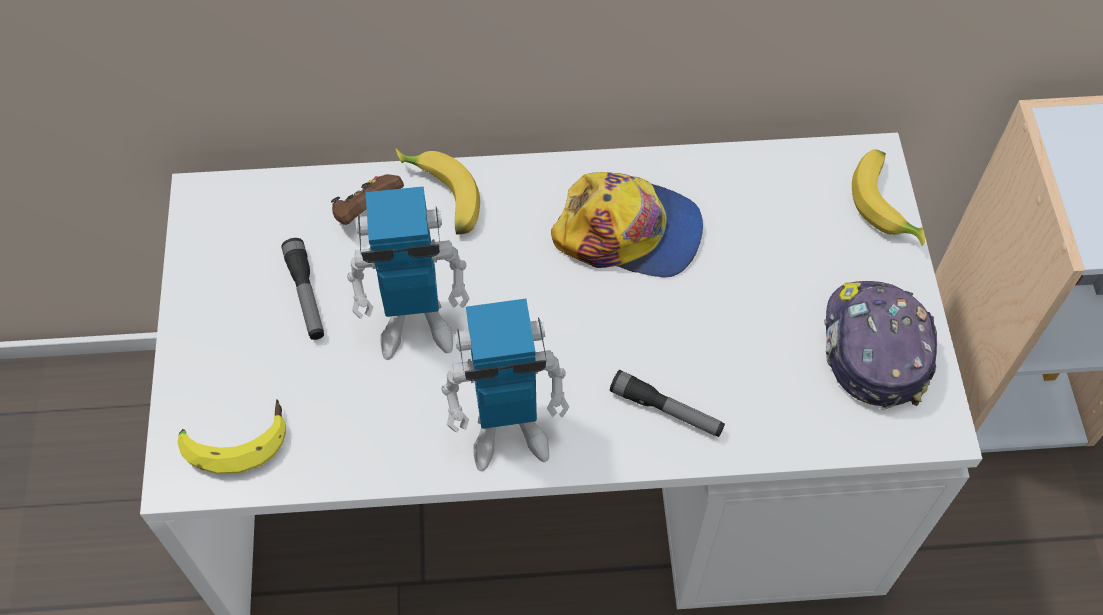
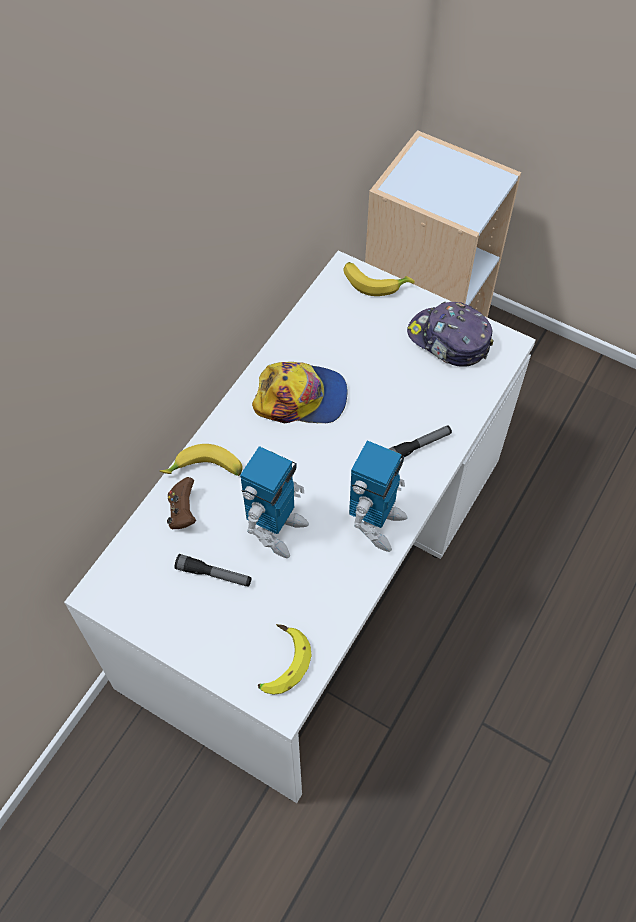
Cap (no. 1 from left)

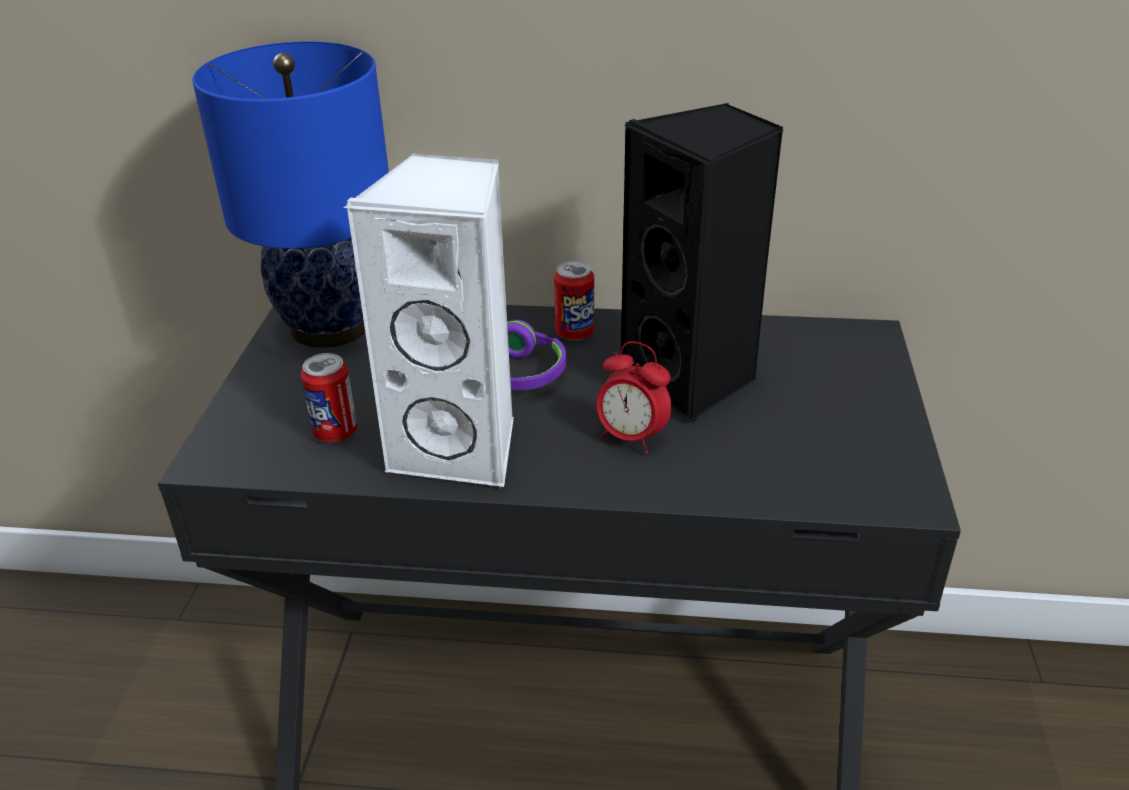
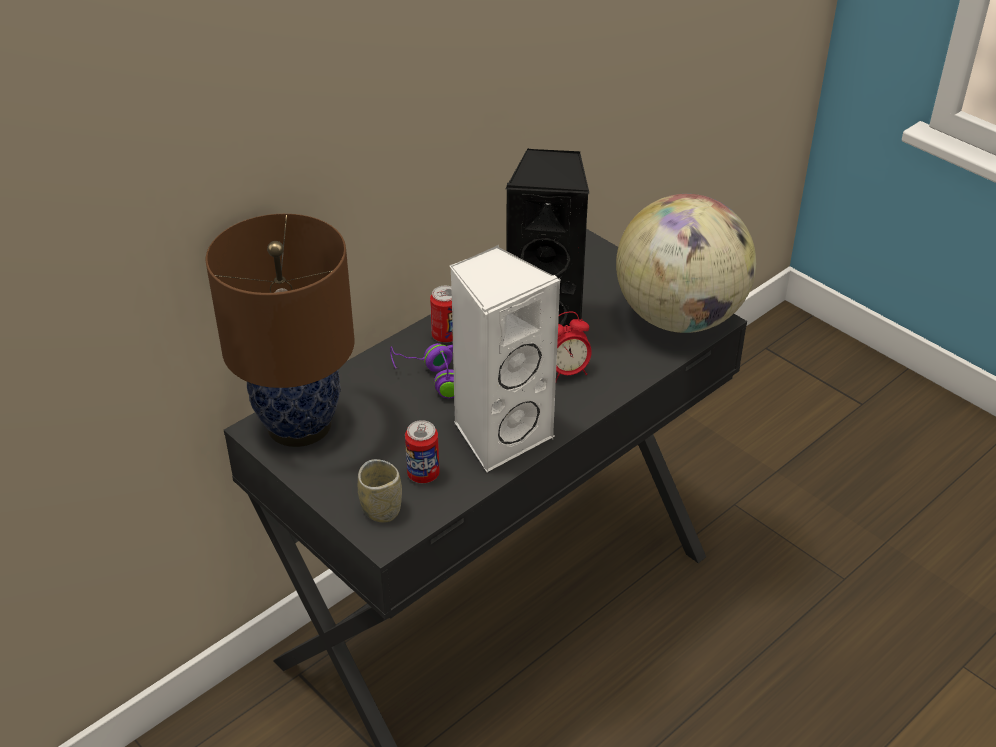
BrownTableLamp; Cup; Globe

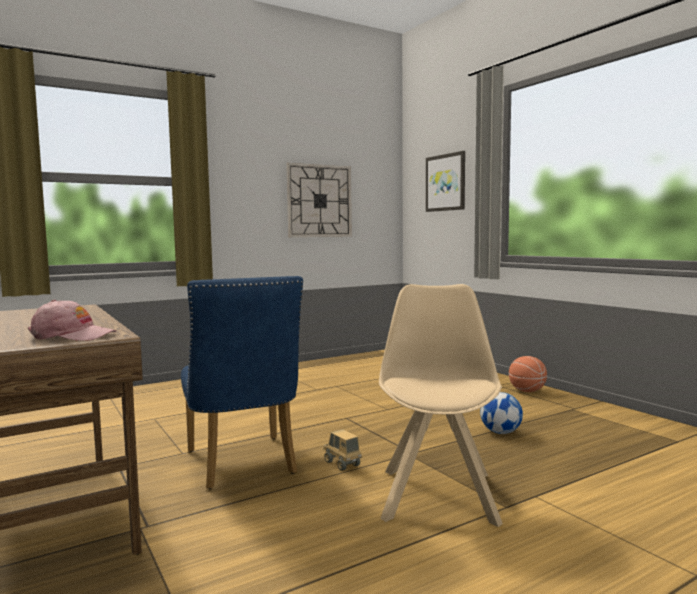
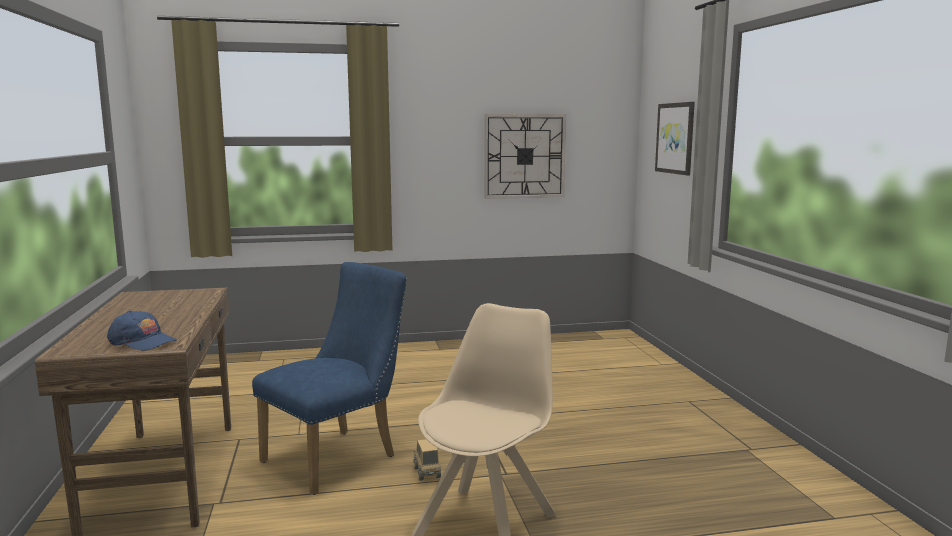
BlueCap; BlueChair; Football; Basketball

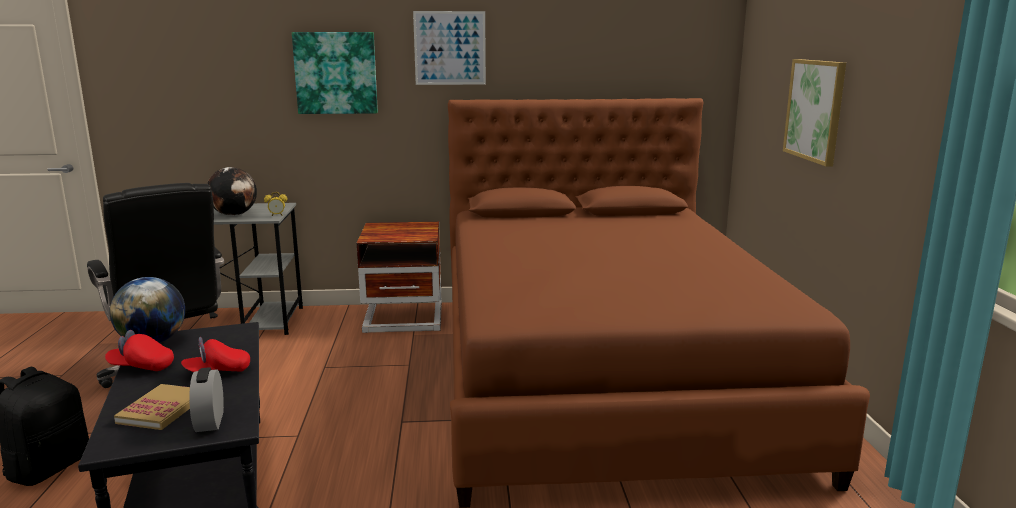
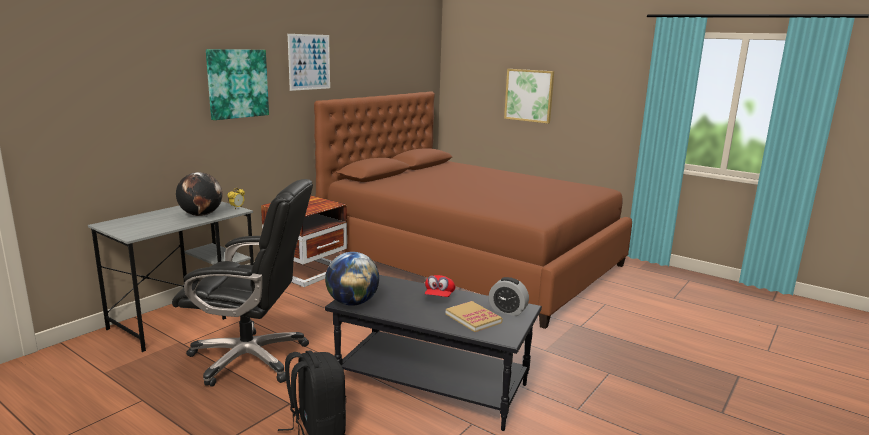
RedCap (no. 1 from left in the first image)

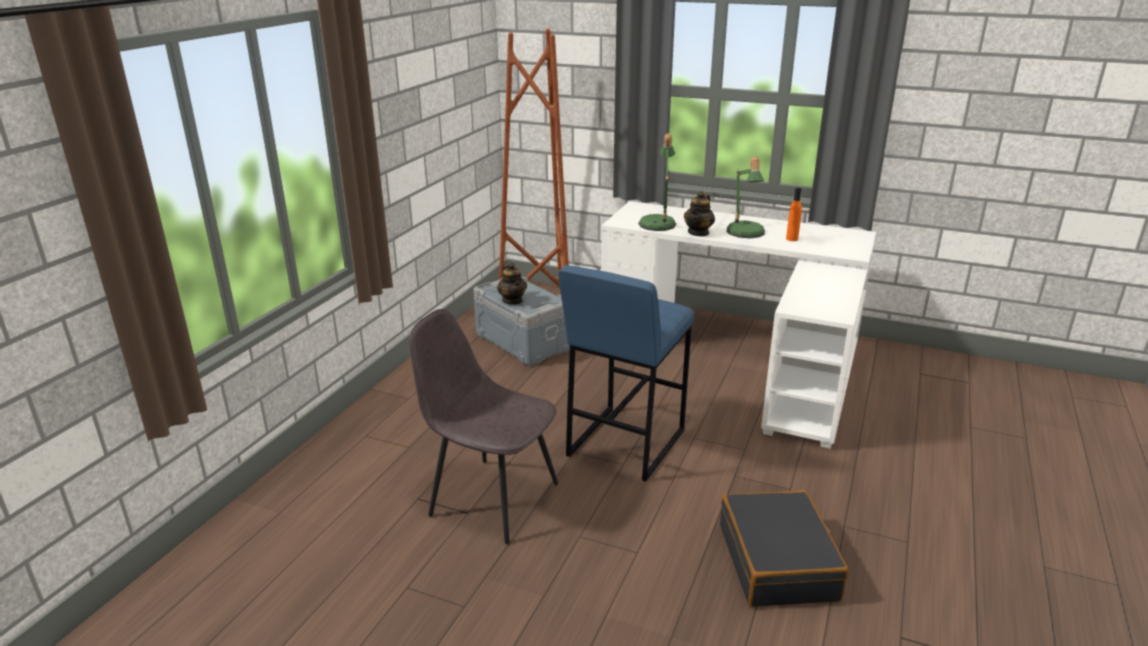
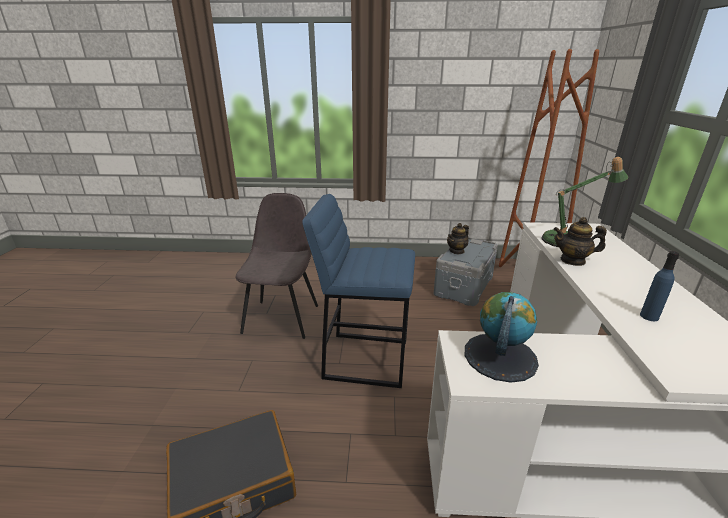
TableLamp (no. 2 from left in the first image); BlueBottle; Globe

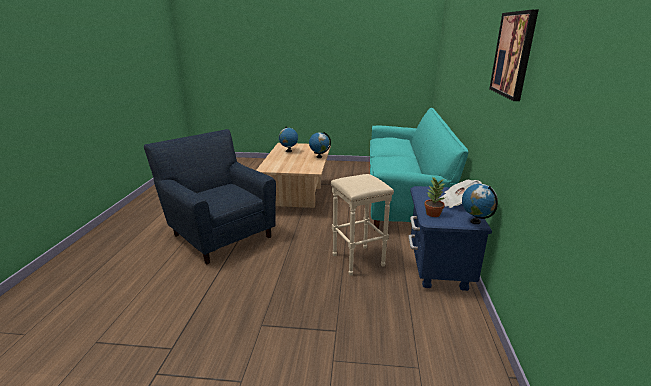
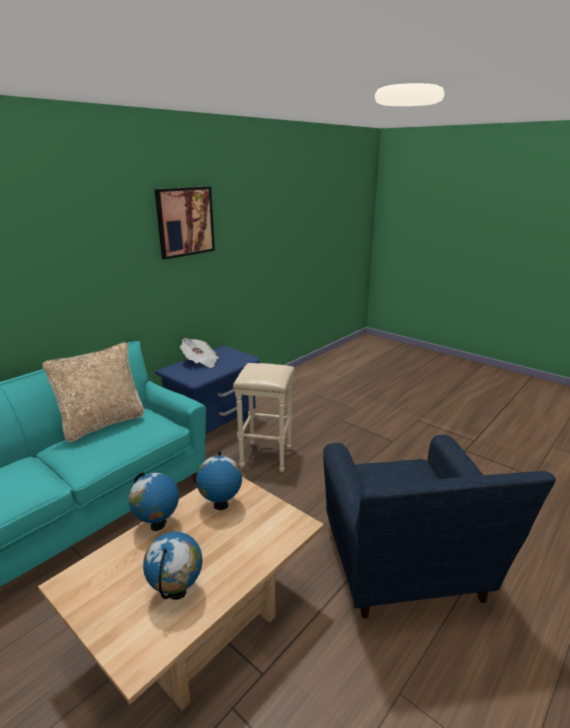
PottedPlant; Globe (no. 3 from left); BeigePillow

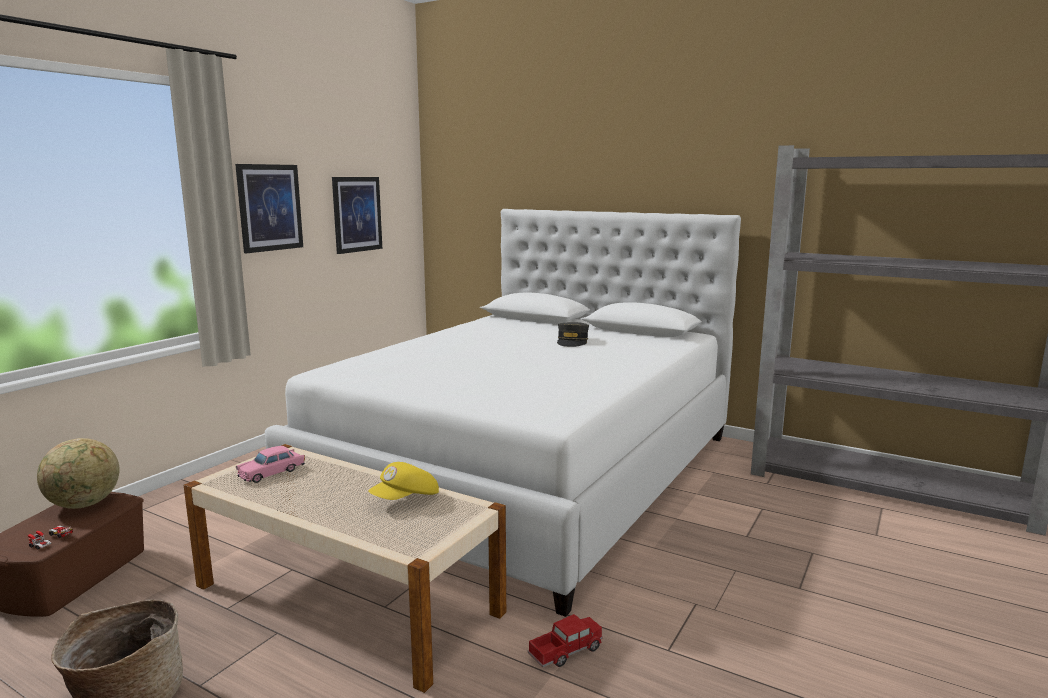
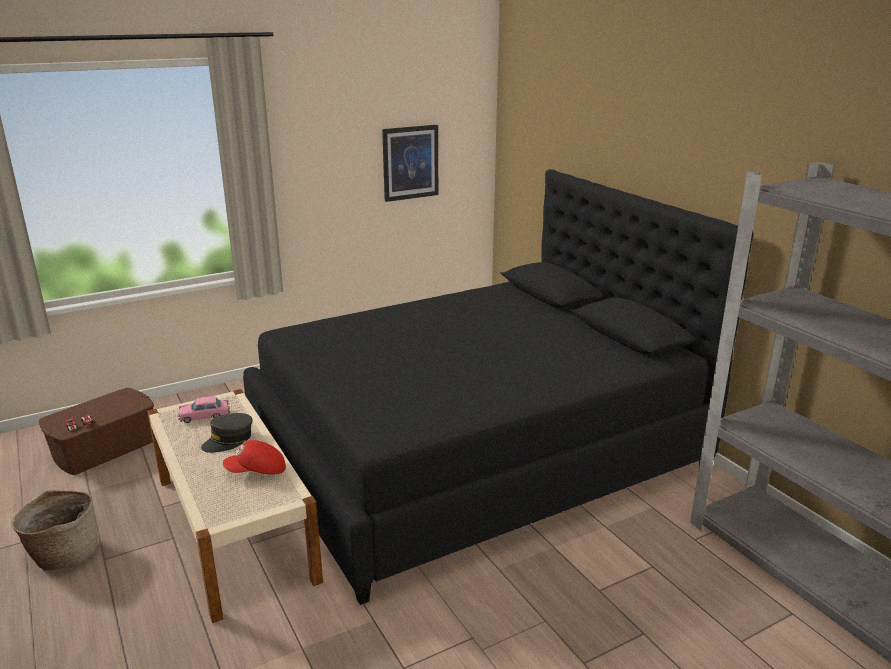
Globe; Picture (no. 1 from left in the first image); BlackBed; RedCap; ToyTruck; GreyCap

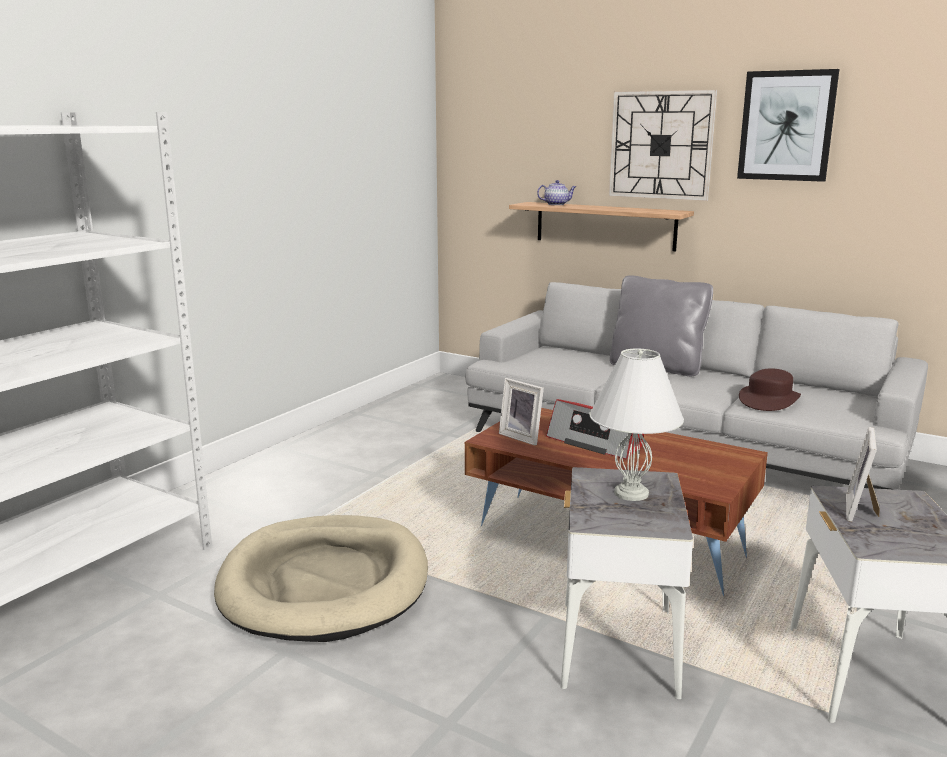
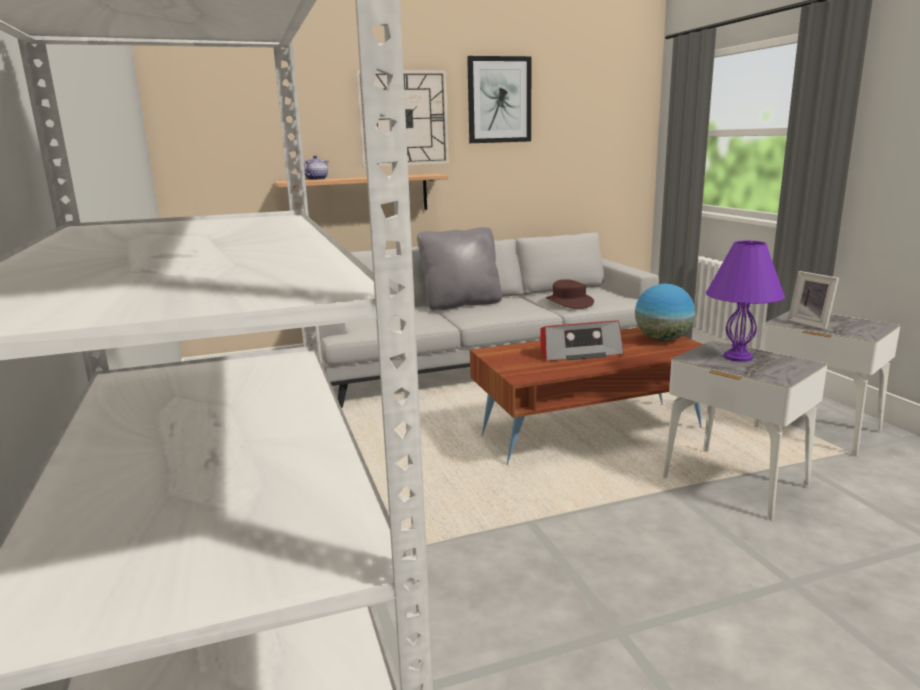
BeigeDogBed; PictureFrame (no. 1 from left in the first image); PurpleTableLamp; Globe

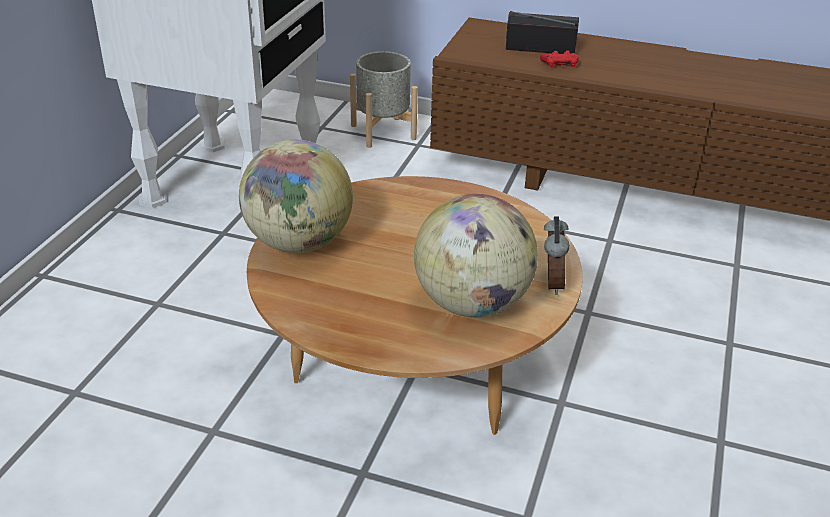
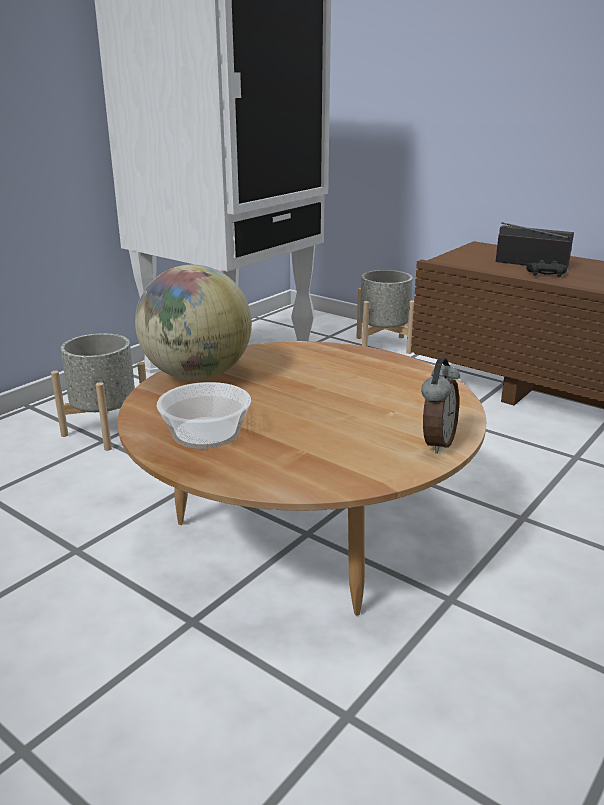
Globe (no. 2 from left in the first image); BlackGameController; GreyPlanter (no. 1 from left); Bowl

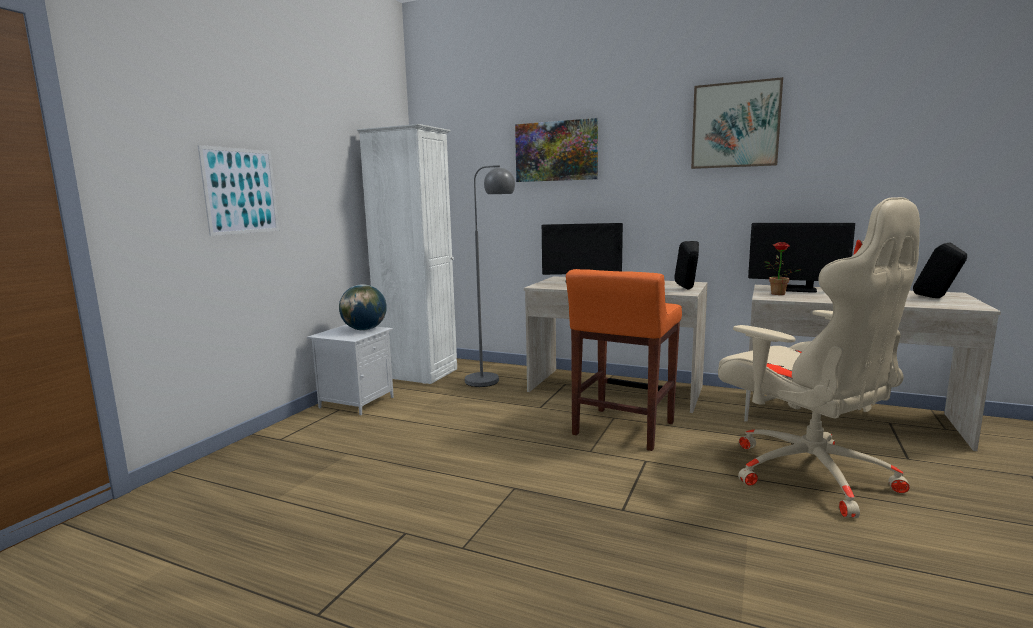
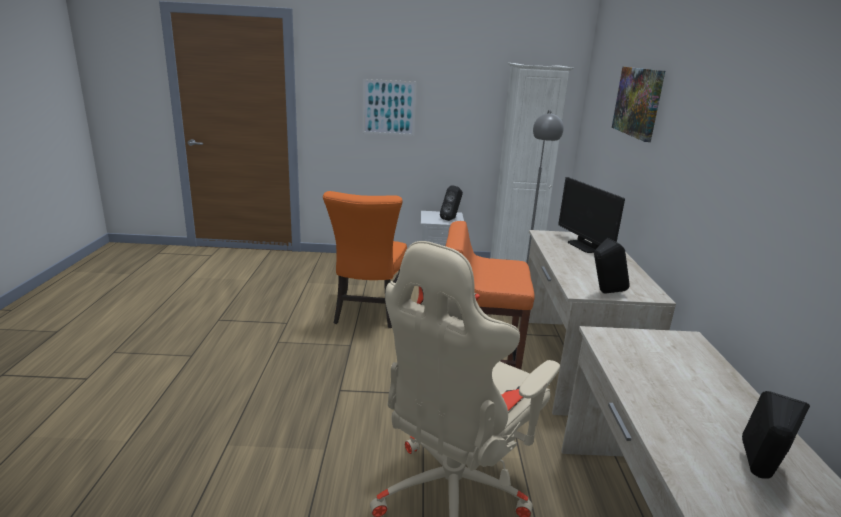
BlackSpeaker (no. 1 from left); Picture (no. 3 from left in the first image); Monitor (no. 2 from left in the first image); PottedPlant; OrangeChair

